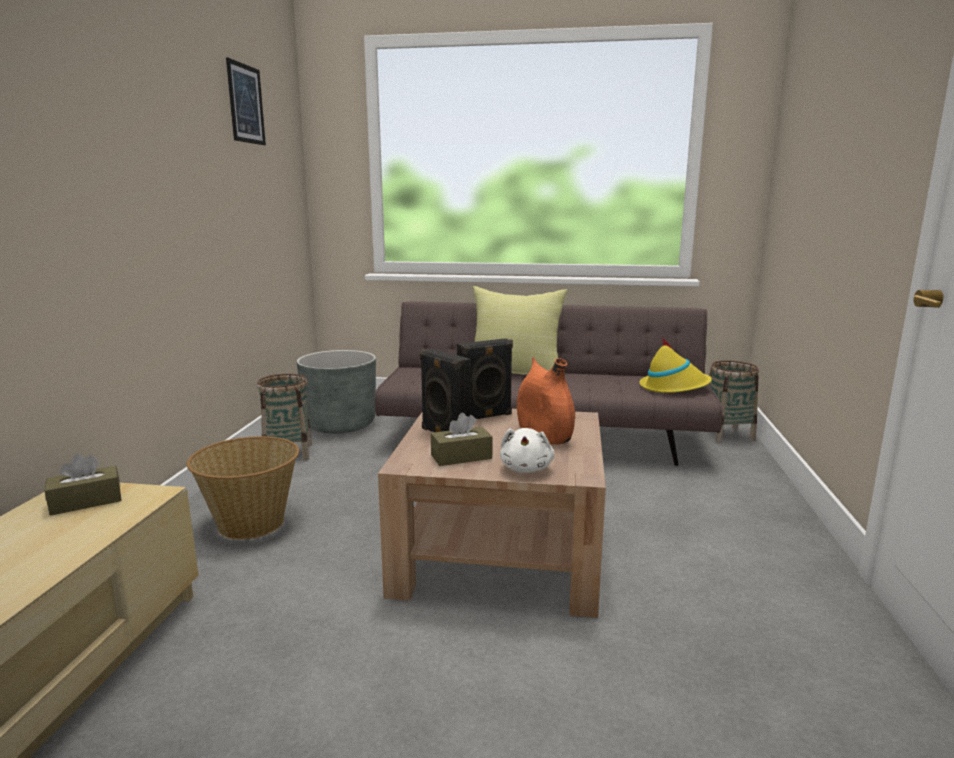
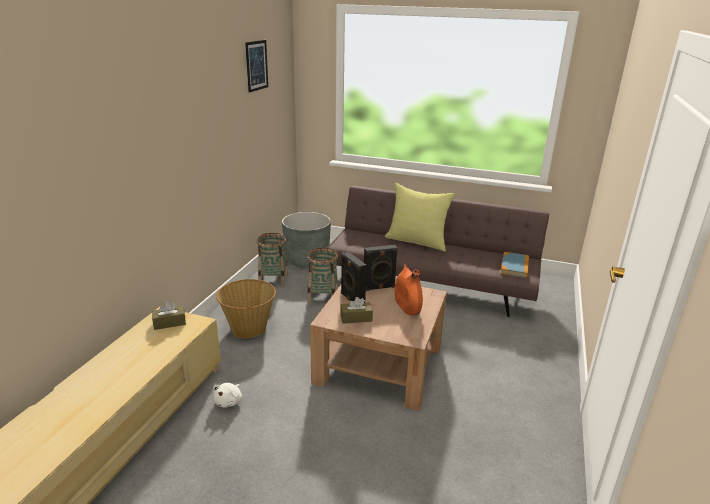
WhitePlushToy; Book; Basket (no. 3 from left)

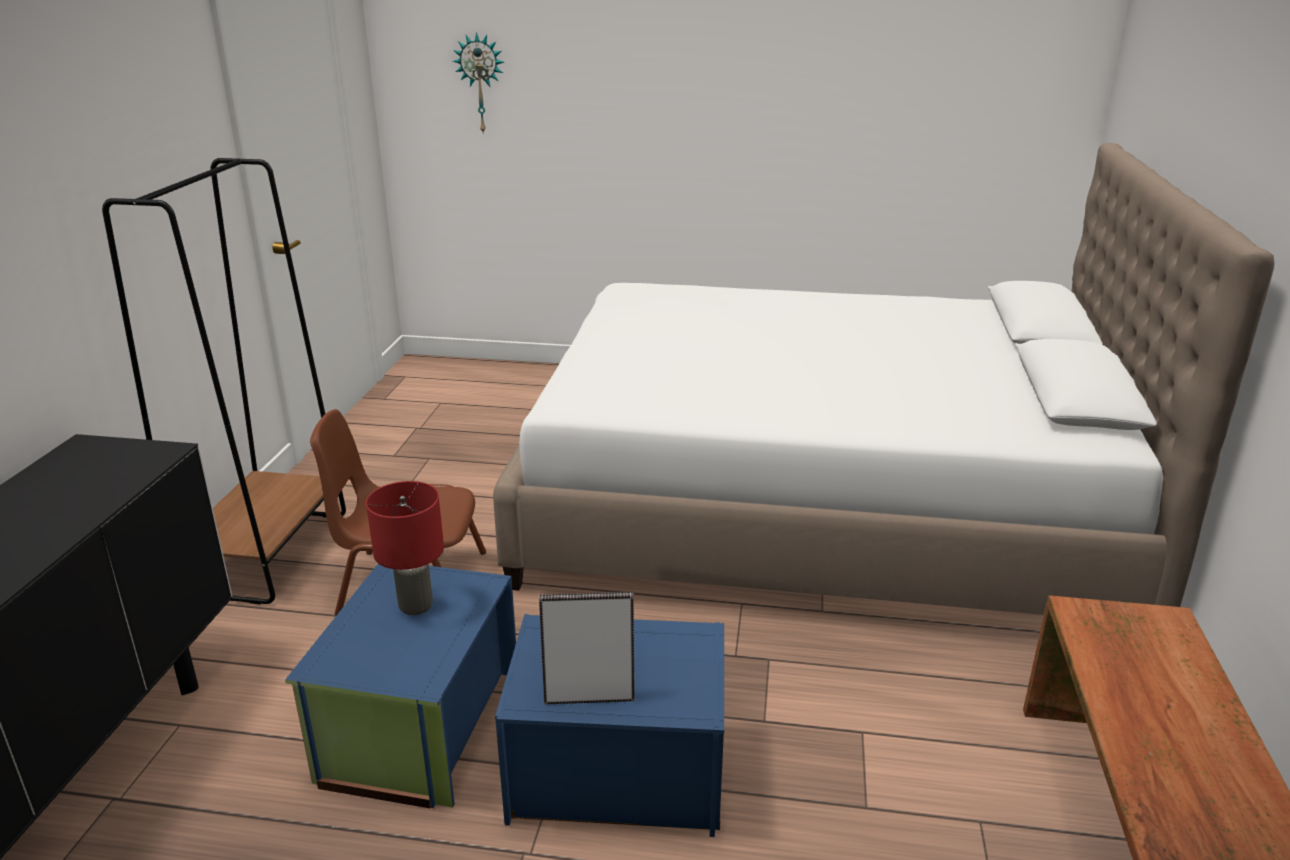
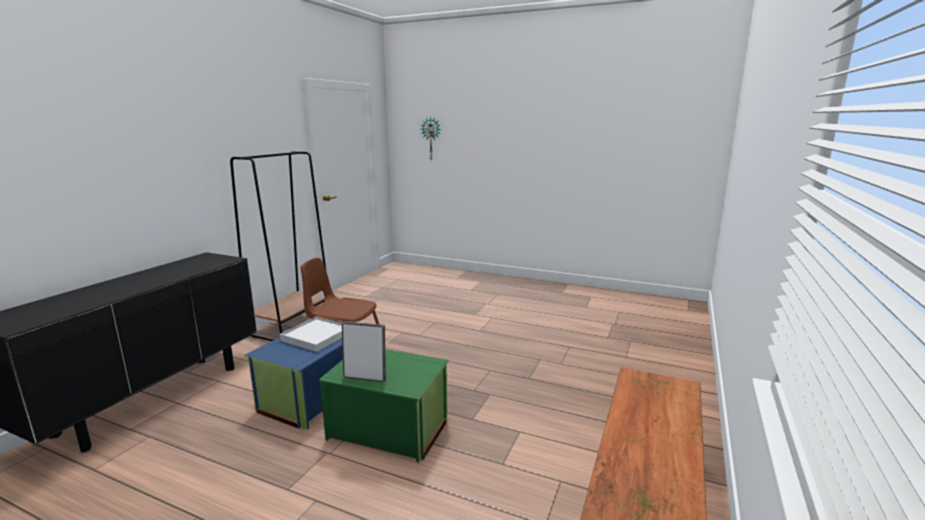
WhiteTray; WhiteBed; GreenStorageBox

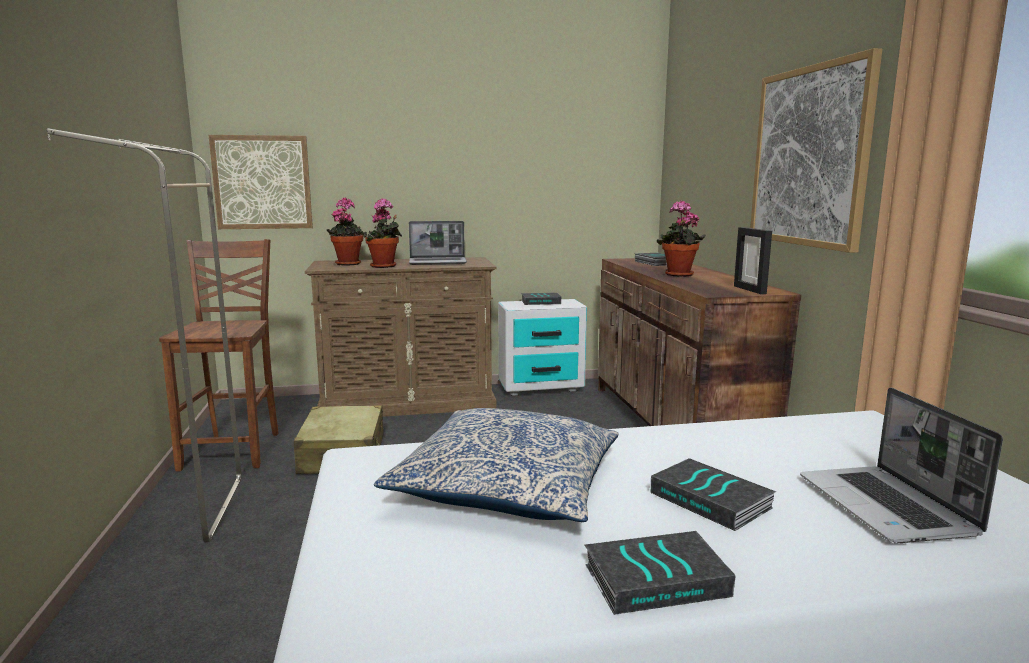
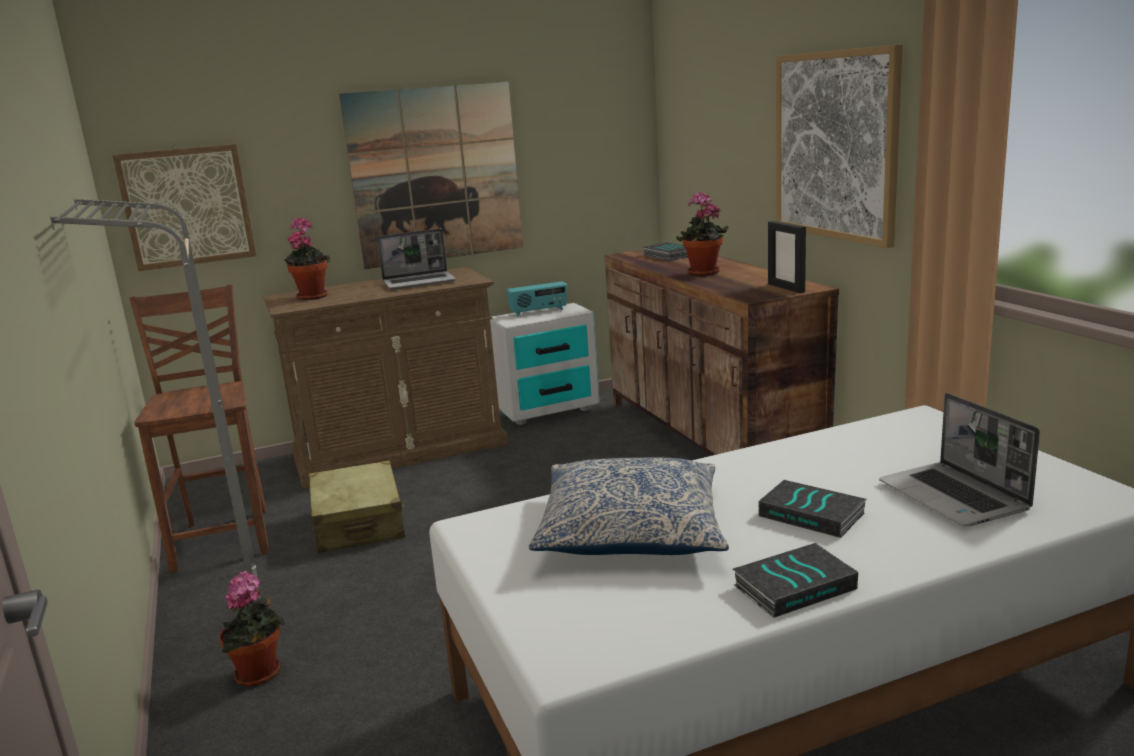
PottedPlant (no. 1 from left); Radio; Picture (no. 2 from left)

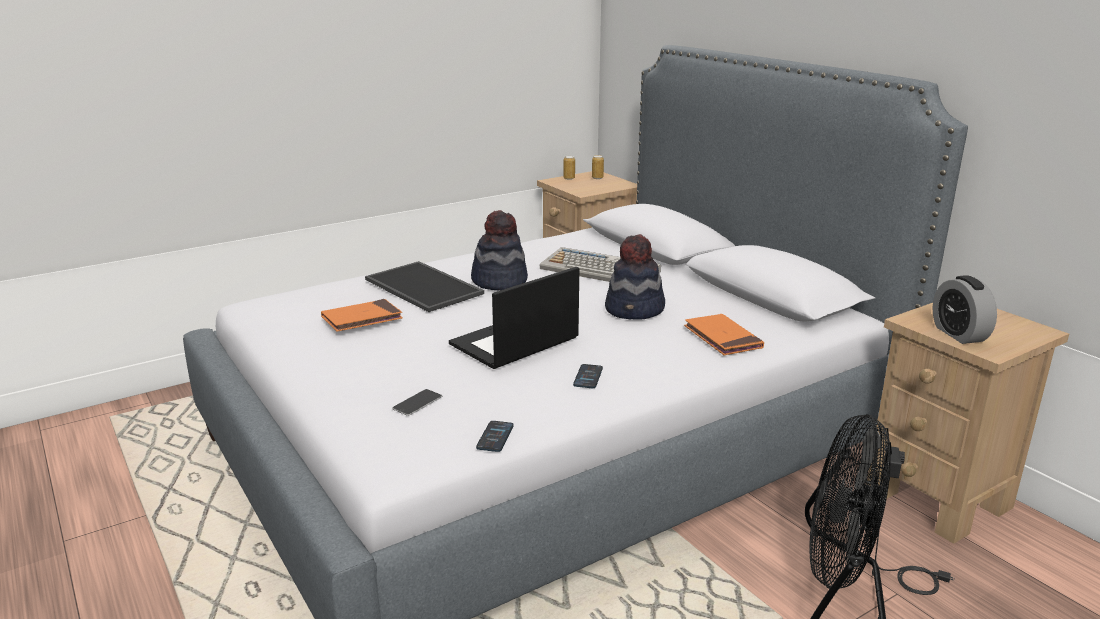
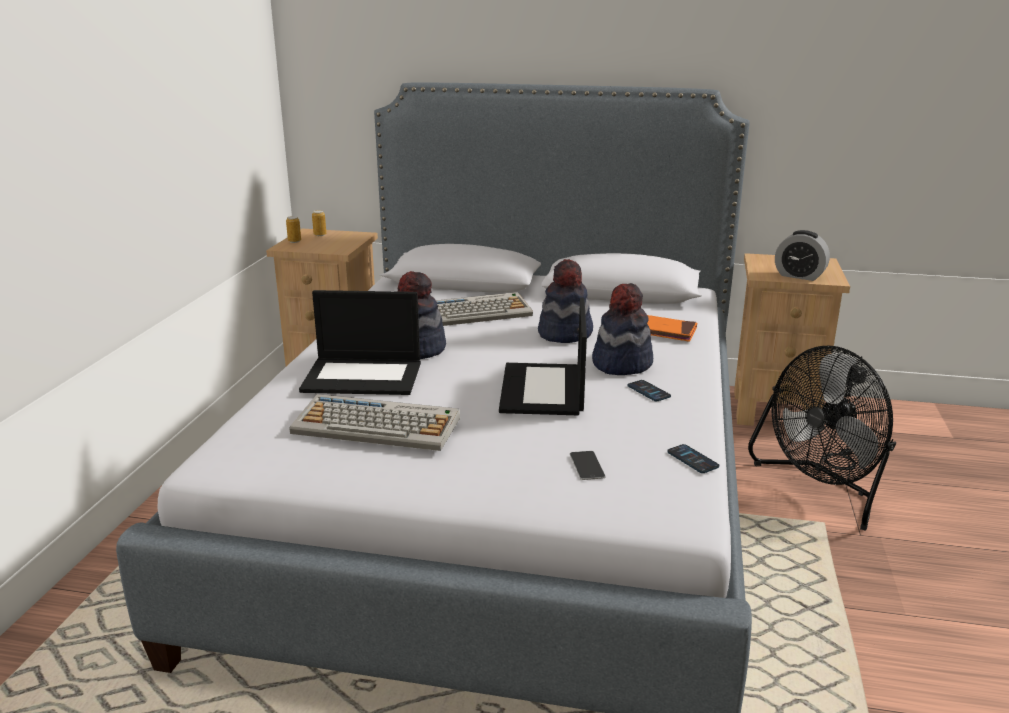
Keyboard (no. 1 from left); Laptop (no. 1 from left); Hat (no. 3 from left)

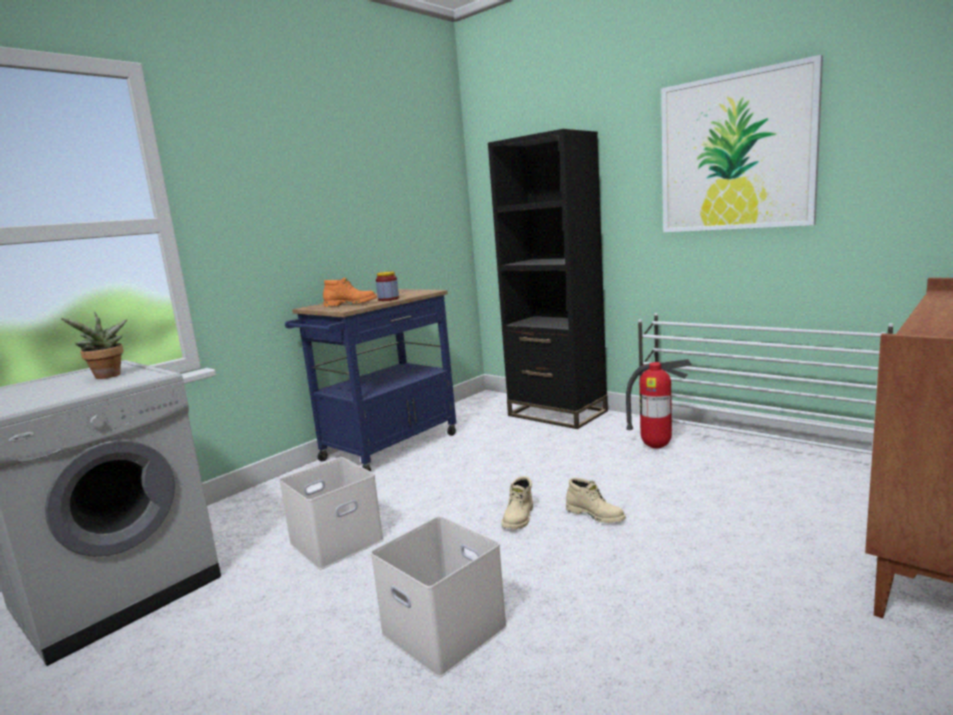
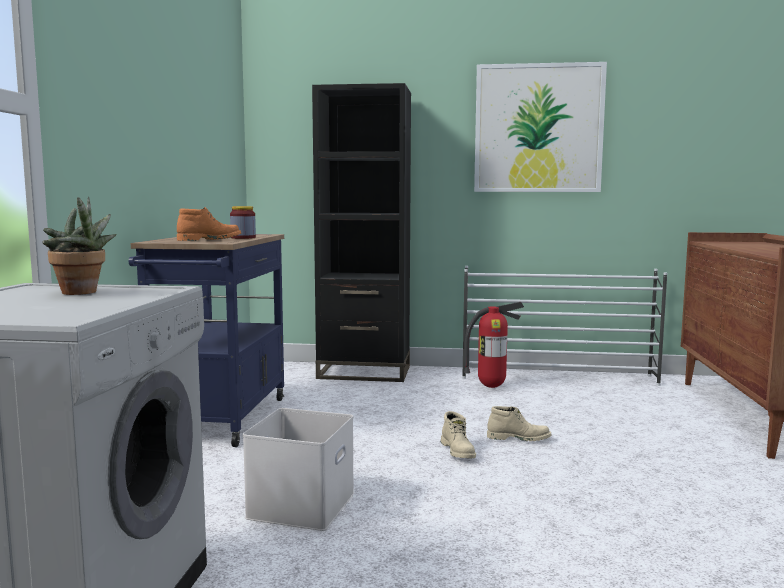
WhiteStorageBox (no. 2 from left in the first image)

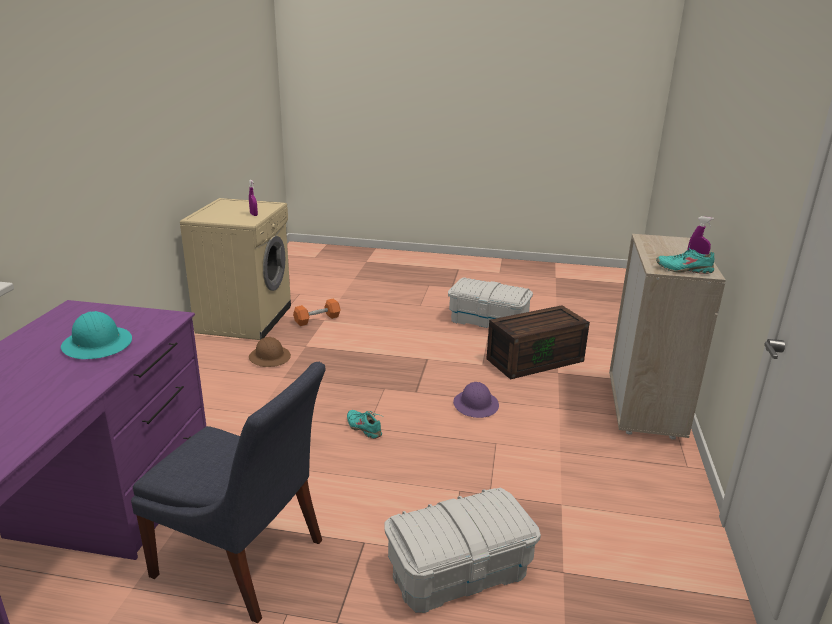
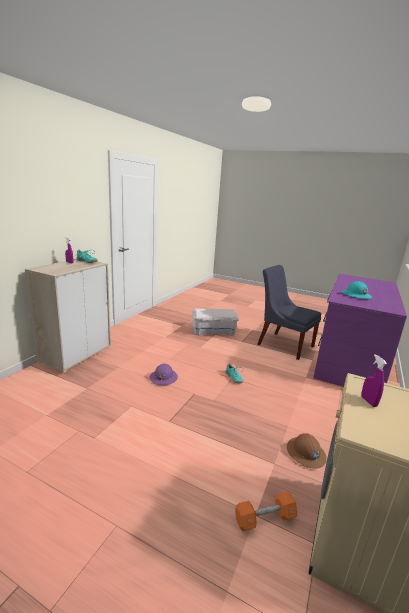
WhiteStorageBox (no. 2 from left in the first image); BrownStorageBox

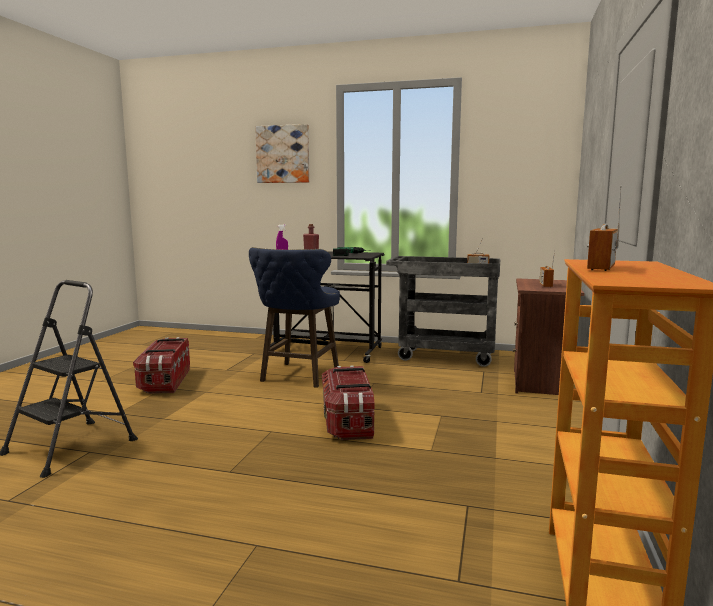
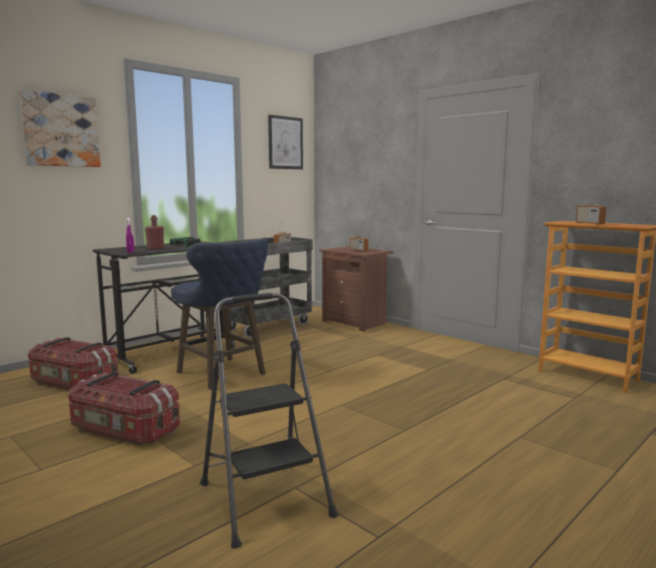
StorageBox (no. 1 from left); Picture (no. 2 from left)

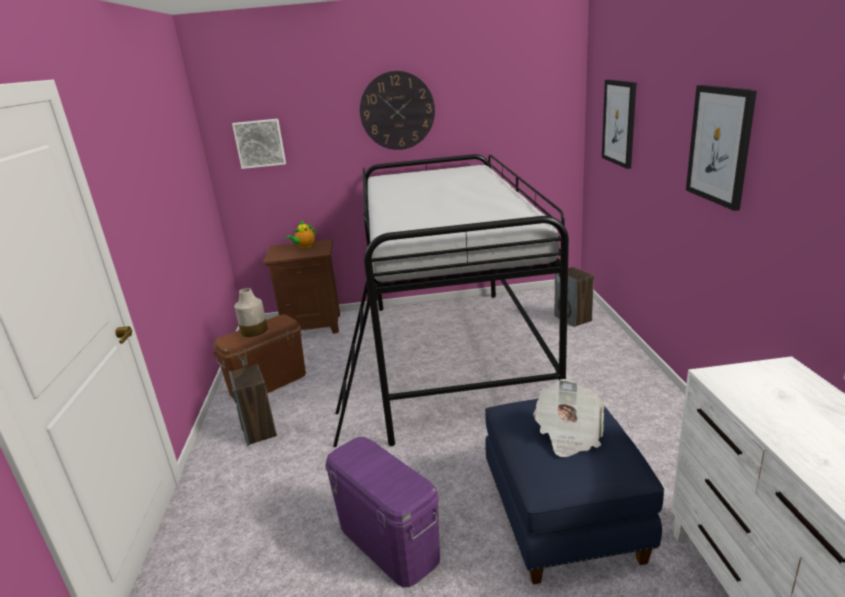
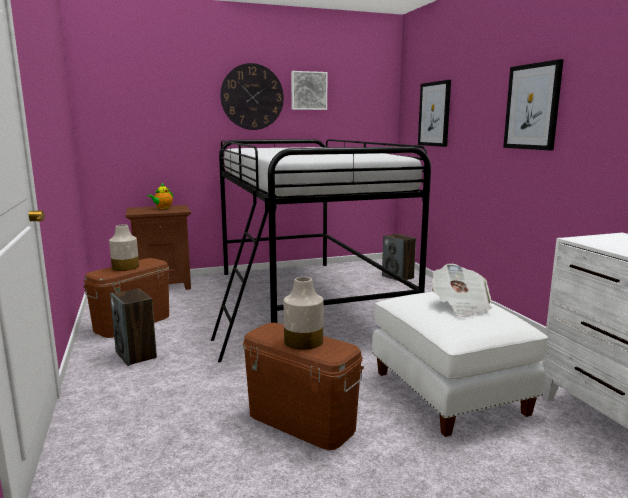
Picture (no. 1 from left); BrownStorageBox (no. 2 from left); WhiteOttoman; BeigeVase (no. 2 from left)

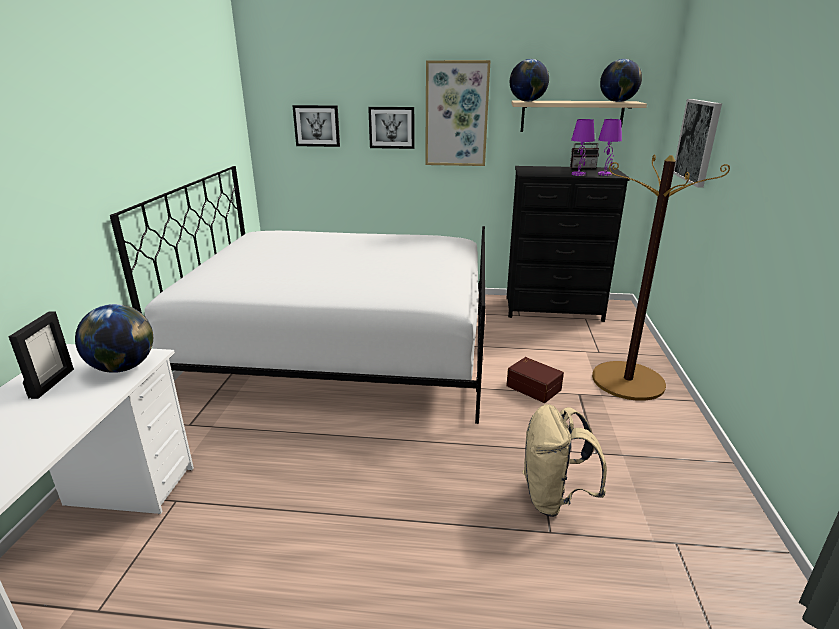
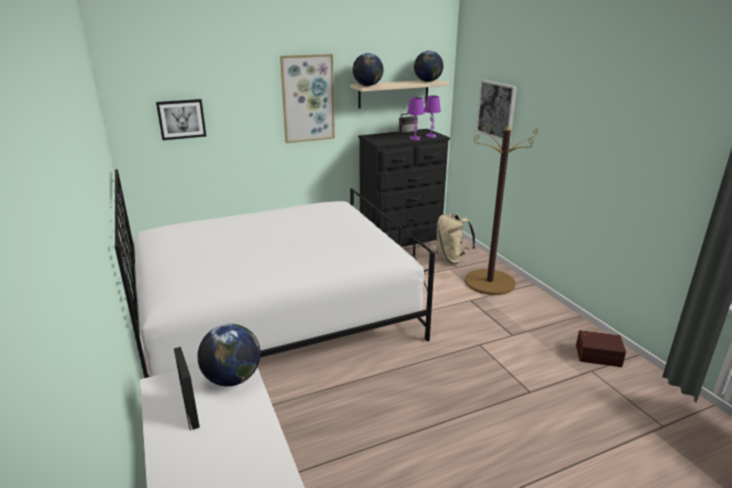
Picture (no. 2 from left in the first image); BrownStorageBox; BeigeBackpack

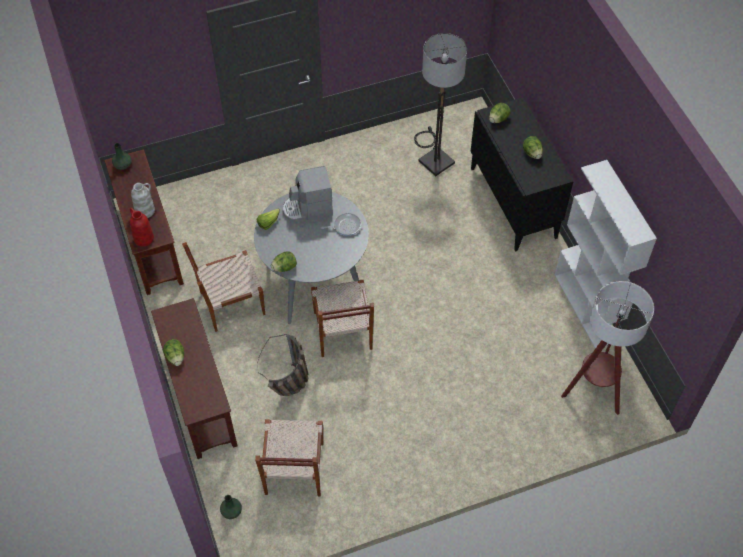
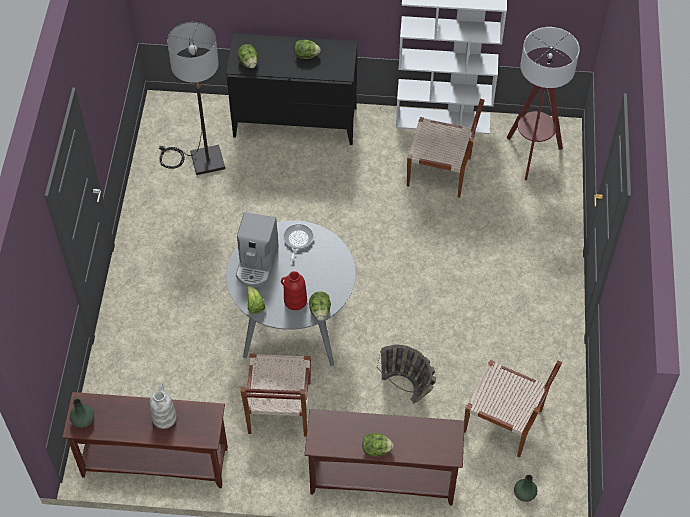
RedVase; Chair (no. 2 from left)

